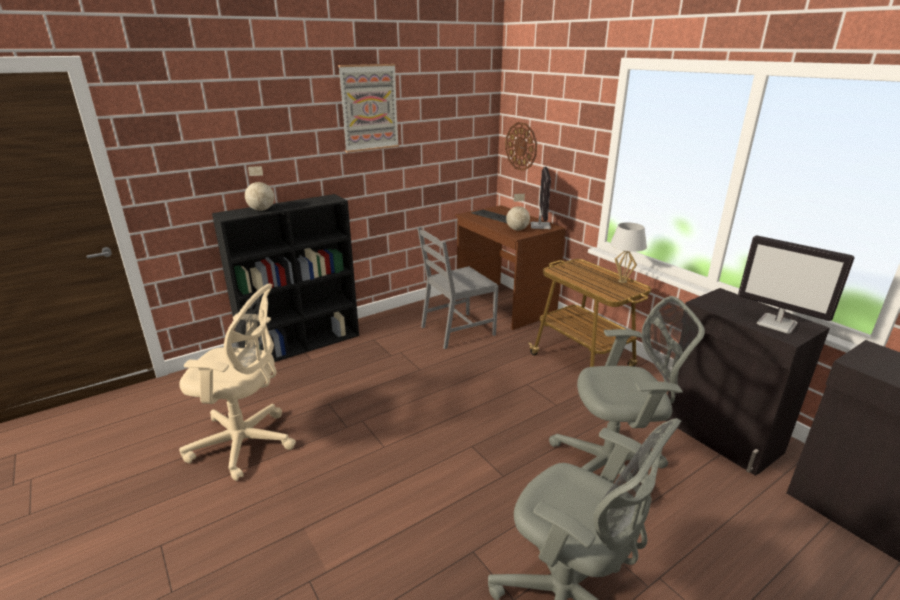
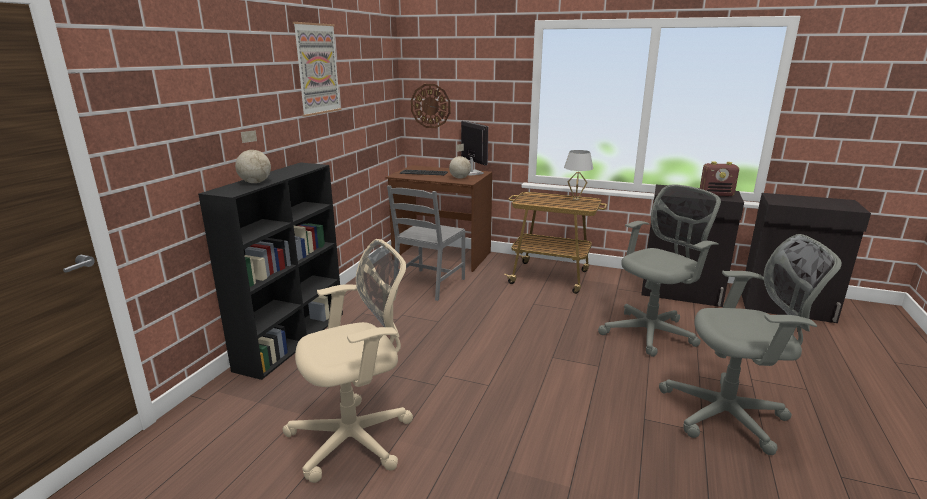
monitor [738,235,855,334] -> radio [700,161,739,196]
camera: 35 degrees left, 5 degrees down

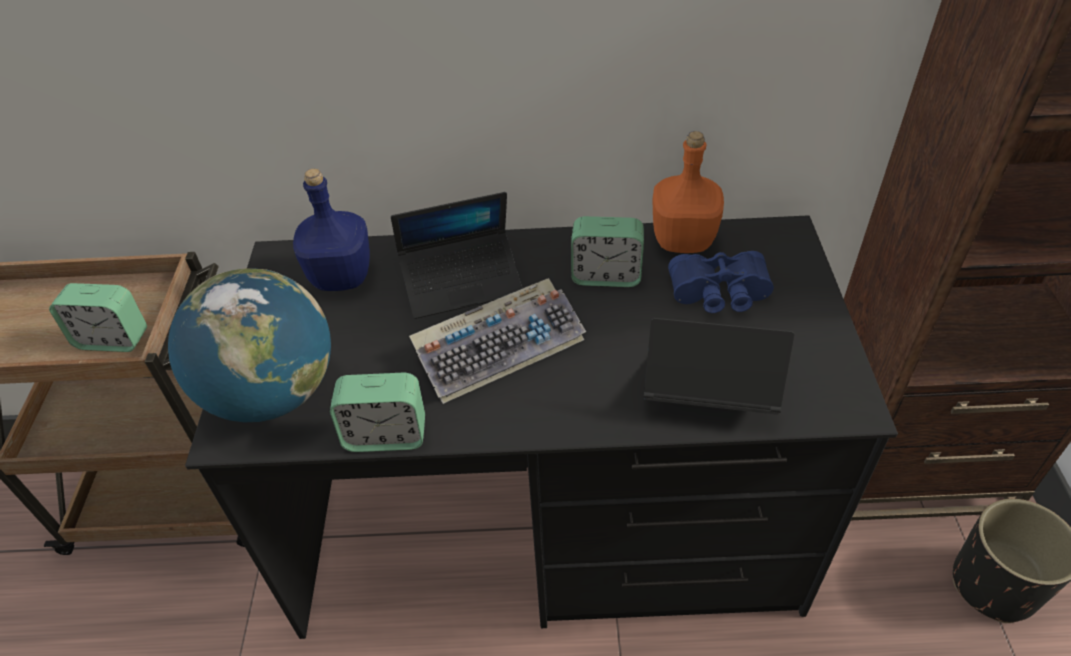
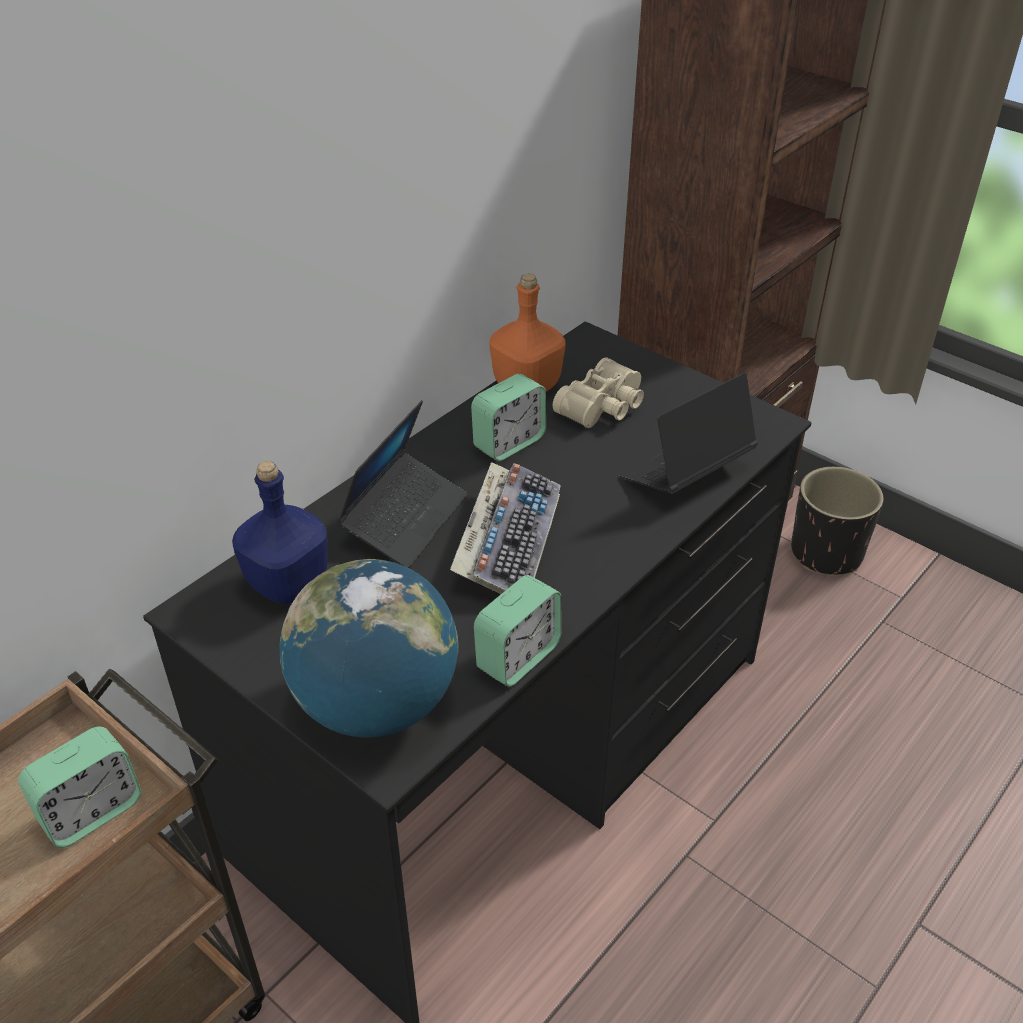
binoculars in blue [668,251,774,313] -> binoculars in beige [553,357,644,428]
camera: 50 degrees left, 5 degrees down

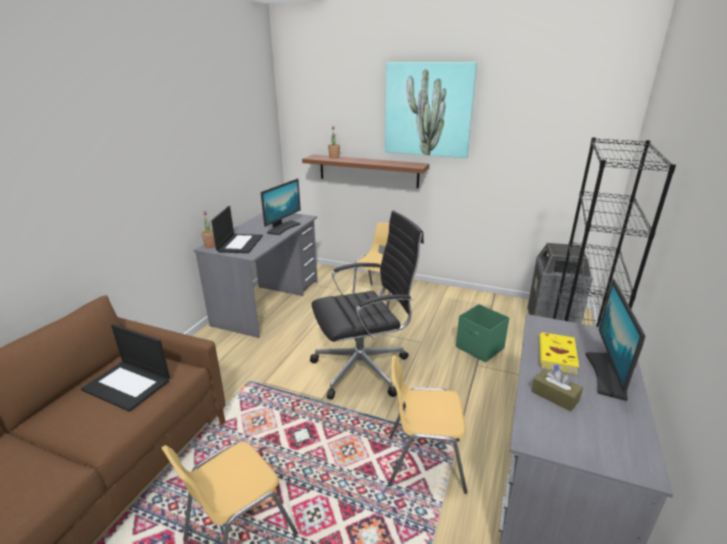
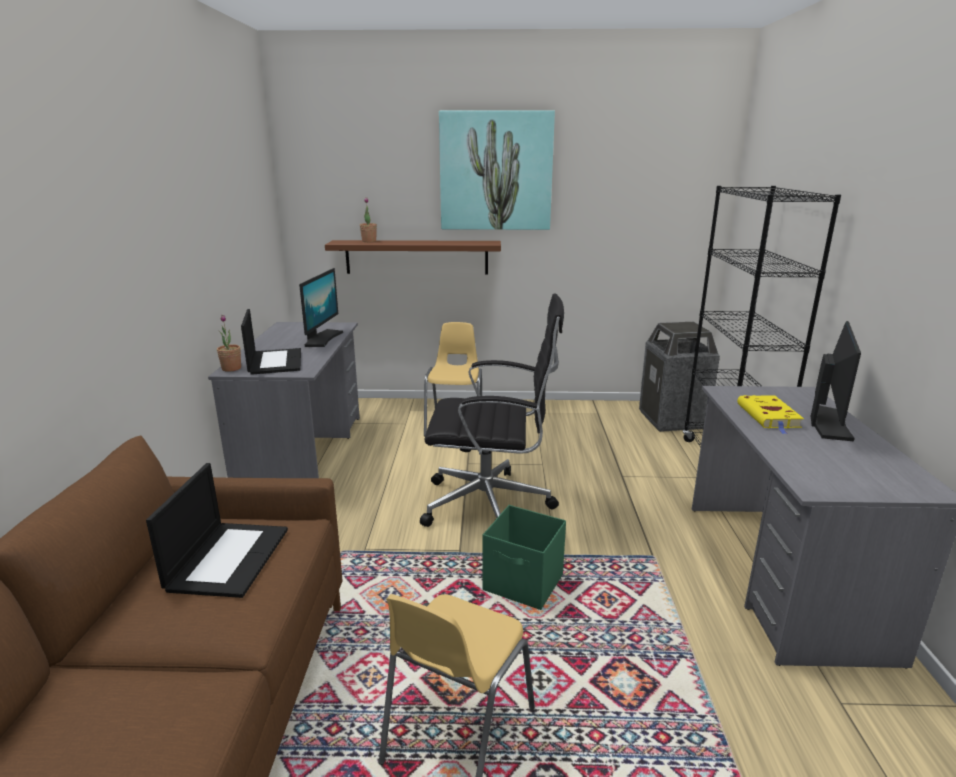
office chair in black [310,210,424,400] -> office chair in black [420,293,564,527], 45 degrees clockwise
monitor [585,279,645,401] -> monitor [811,321,861,441], 150 degrees counterclockwise
storage box in green [456,304,509,363] -> storage box in green [482,505,566,610], moved
laptop [81,324,170,412] -> laptop [146,463,288,598], 90 degrees counterclockwise
chair in yellow [387,355,468,494] -> none
tissue box in brown [532,369,583,412] -> none
camera: 20 degrees left, 5 degrees down

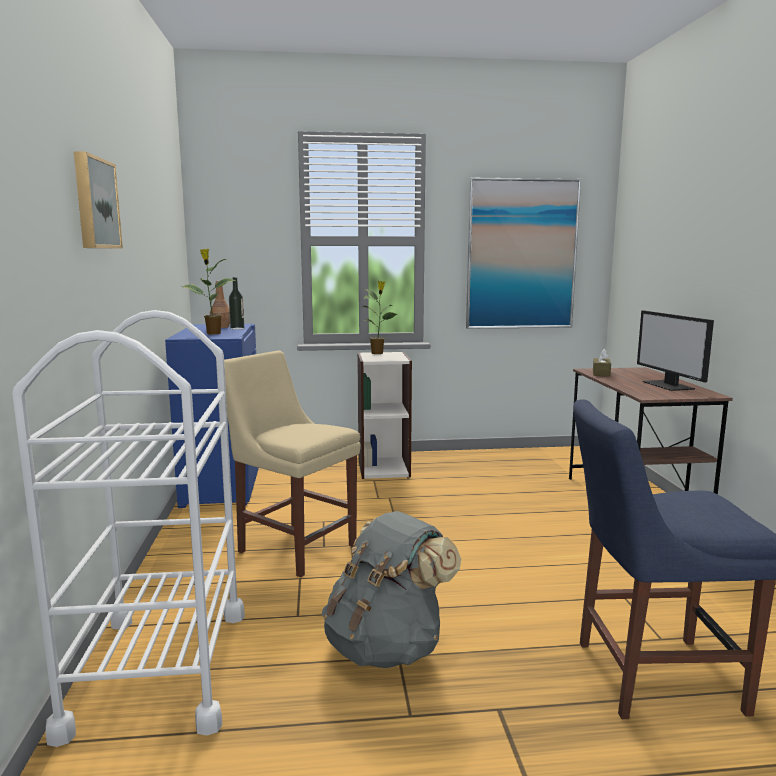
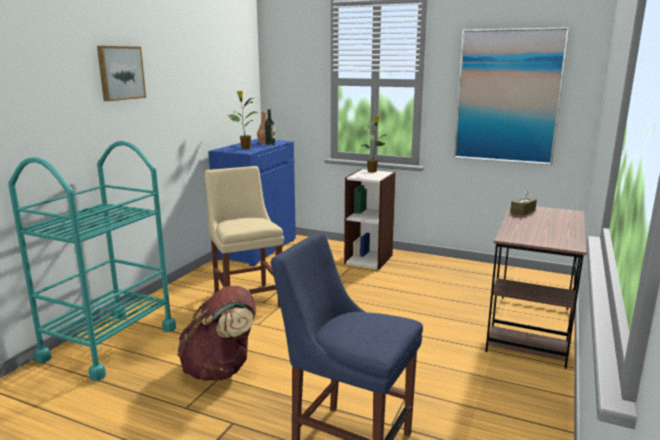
cart in white [12,310,245,747] -> cart in turquoise [8,141,176,381]
monitor [637,310,714,391] -> none
backpack in grey [322,511,461,668] -> backpack in brown [177,286,256,381]
camera: 30 degrees right, 5 degrees up

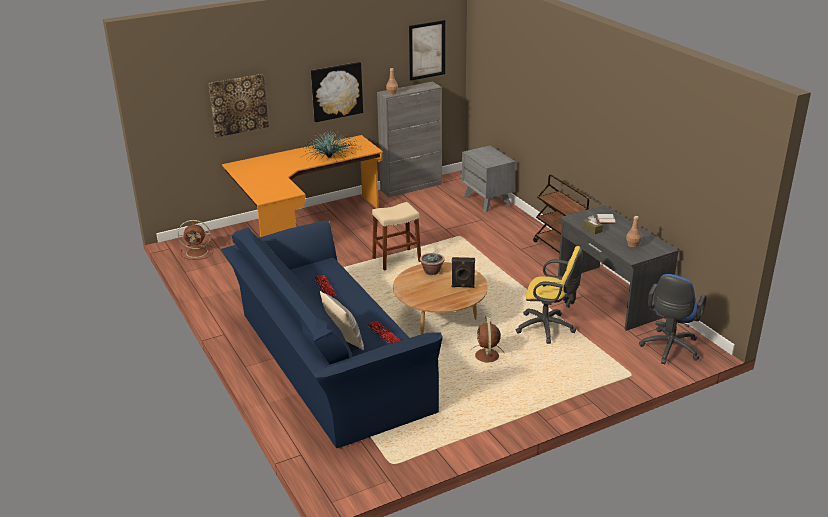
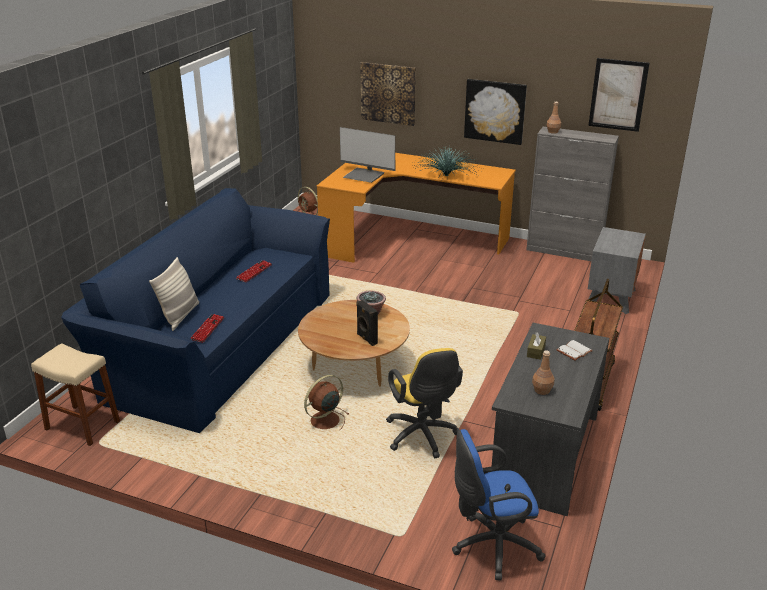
stool in beige [372,202,421,271] -> stool in beige [31,343,120,446], moved
none -> monitor [340,127,396,183]
camera: 50 degrees right, 0 degrees up

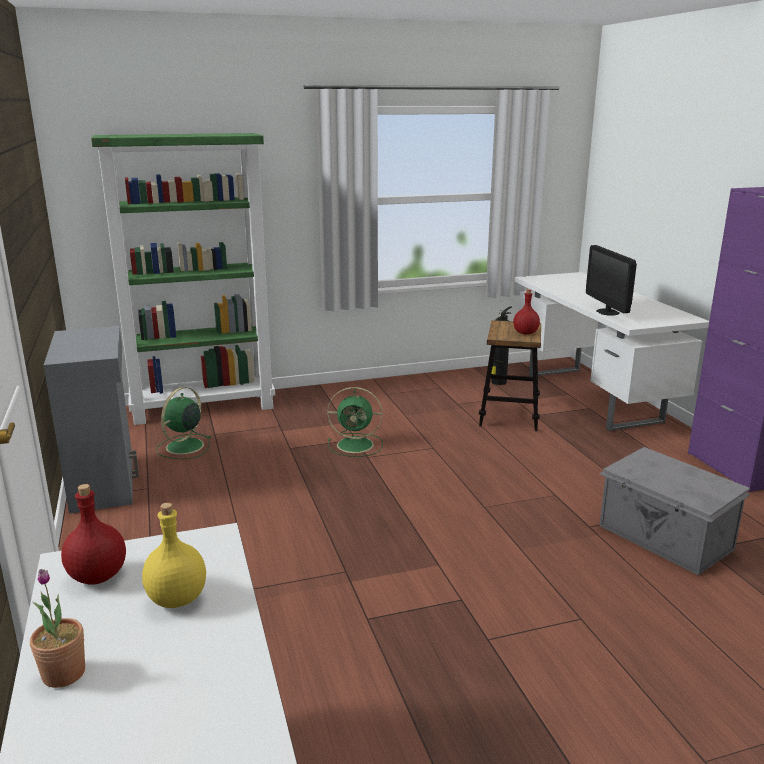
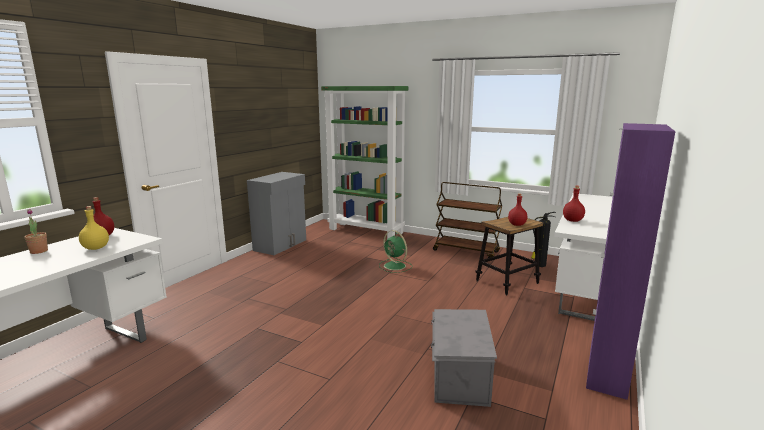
monitor [586,245,637,316] -> bottle in red [563,186,585,222]
fan in green [156,387,211,459] -> none
none -> cart in brown [433,182,502,258]
camera: 45 degrees right, 5 degrees down

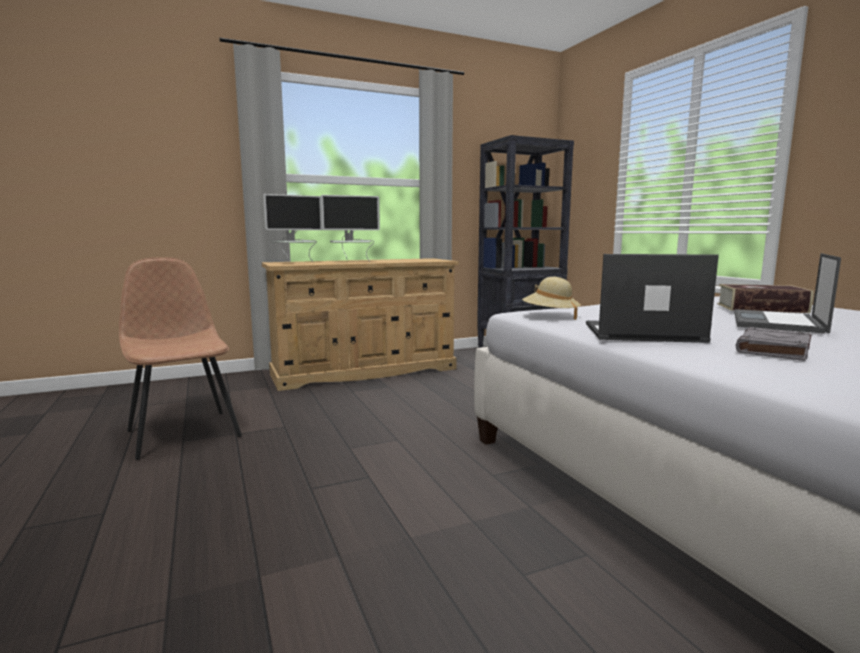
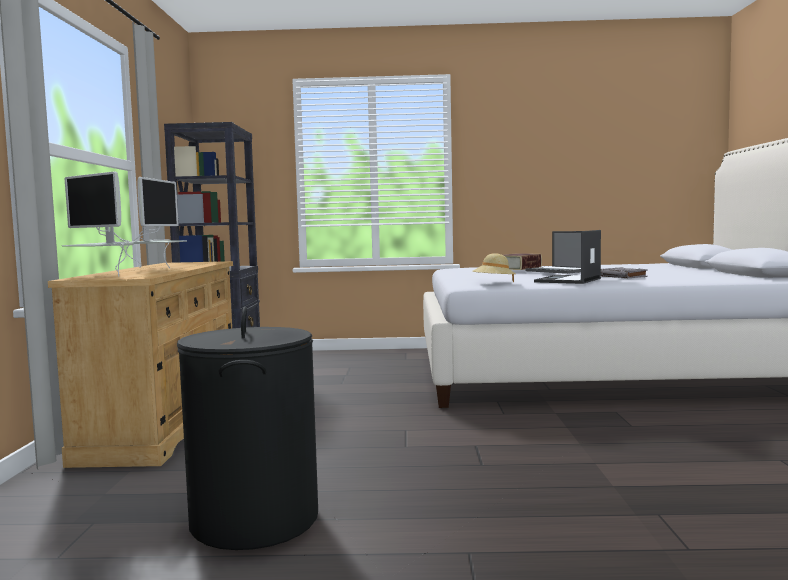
monitor [263,194,322,262] -> monitor [61,171,134,277], 135 degrees clockwise
chair in brown [119,257,242,460] -> laundry basket in black [177,306,318,550]
camera: 65 degrees left, 5 degrees down

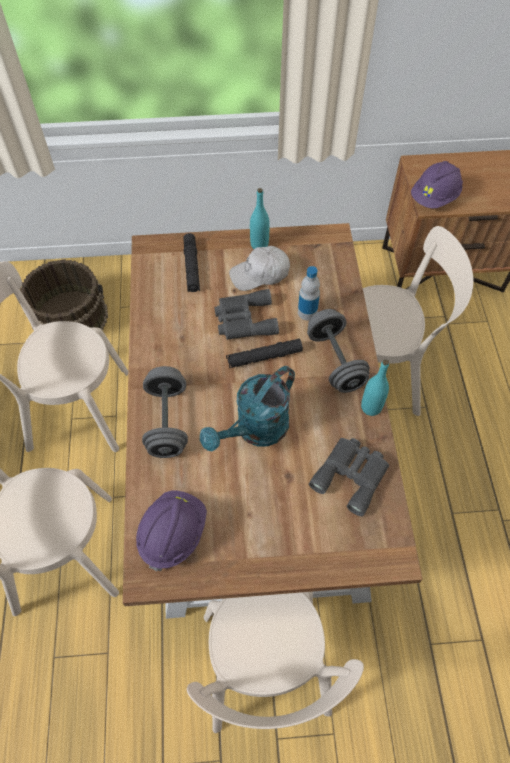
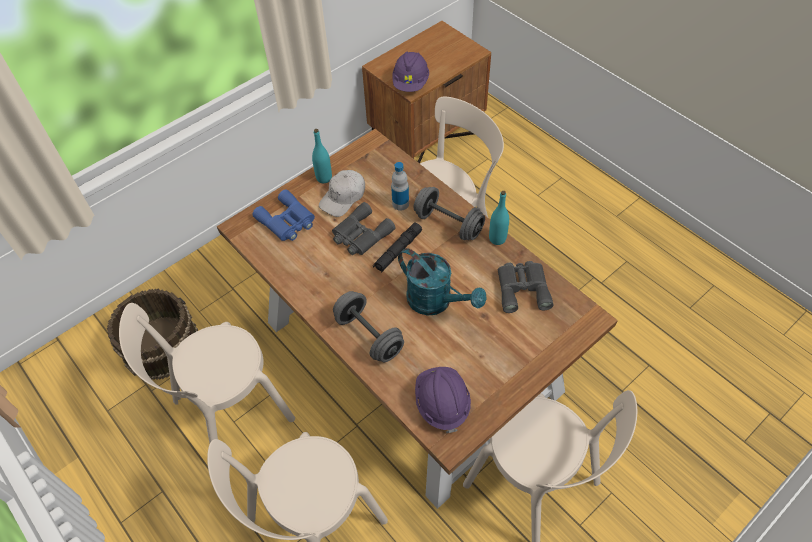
flashlight in black [183,233,200,292] -> binoculars in blue [252,189,315,241]
watering can in turquoise [200,366,295,451] -> watering can in turquoise [398,248,487,316], 60 degrees counterclockwise
camera: 35 degrees left, 5 degrees down

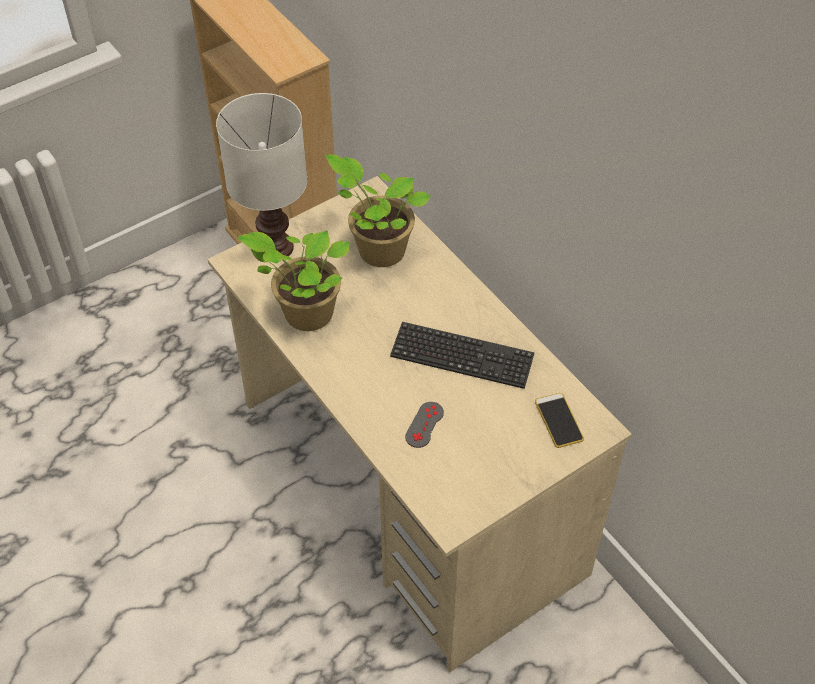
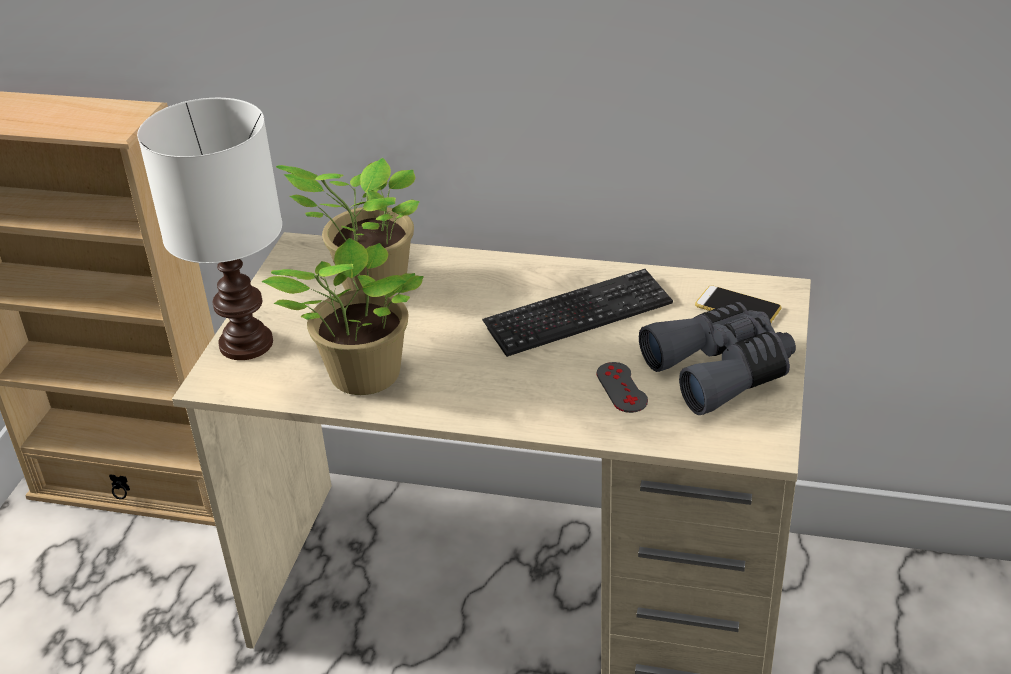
none -> binoculars in grey [639,302,796,415]
camera: 40 degrees left, 15 degrees down

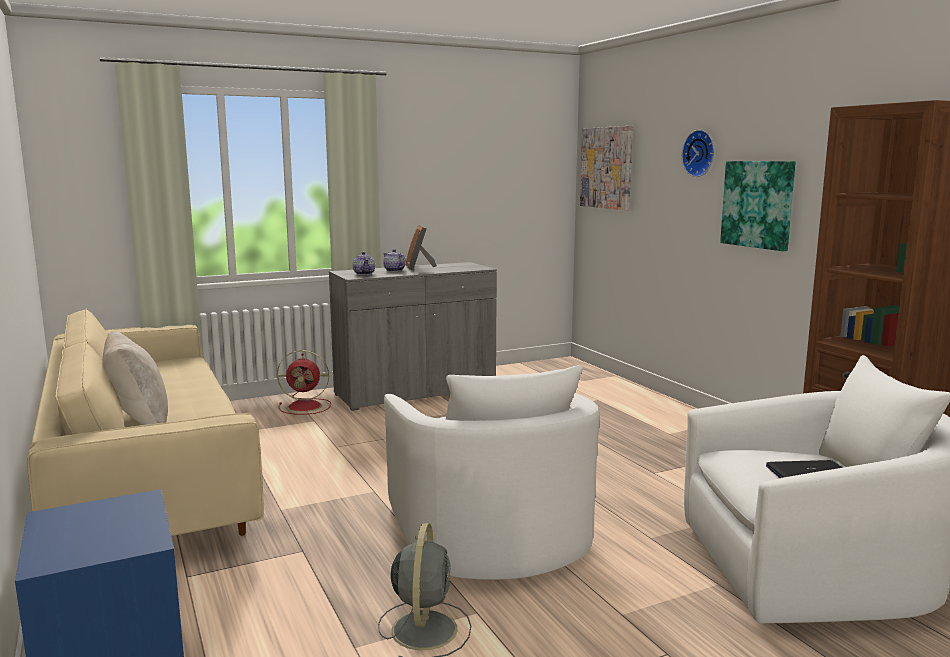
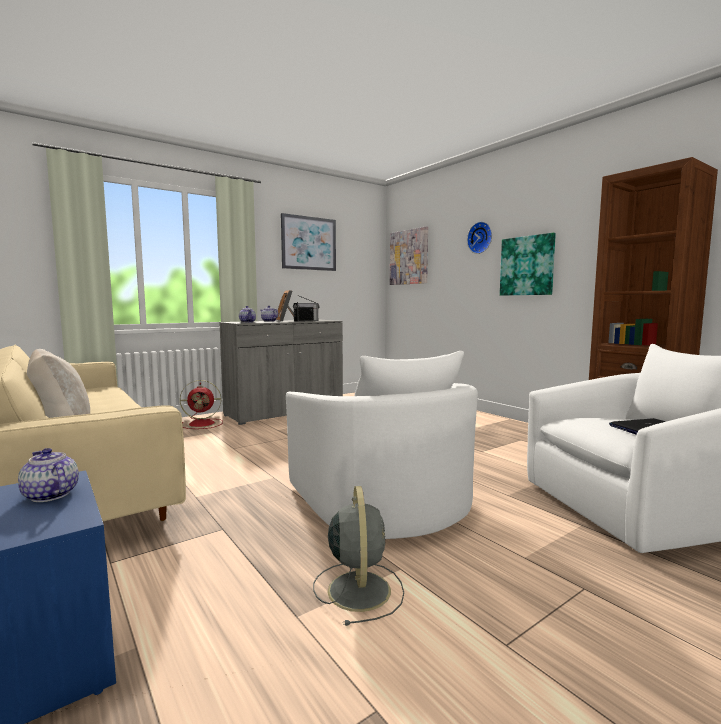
none -> picture [281,213,336,271]
none -> radio [293,295,320,322]
none -> teapot [18,448,79,502]
camera: 10 degrees left, 5 degrees down

